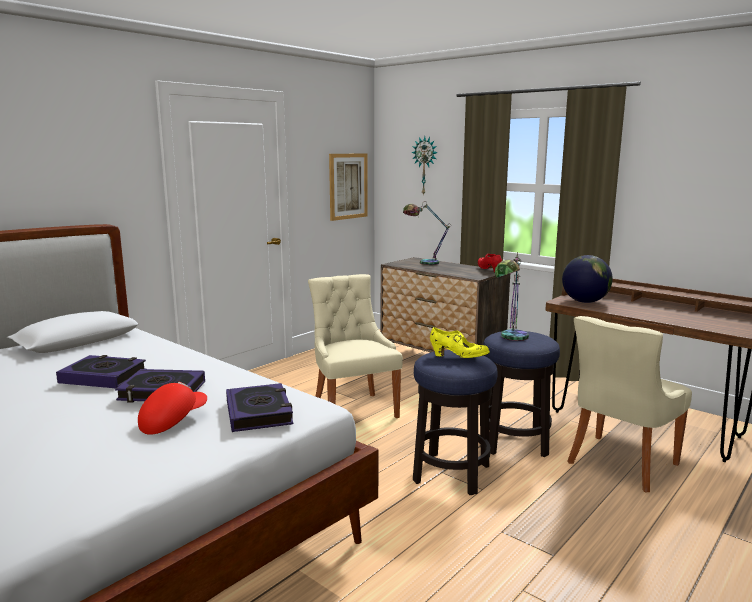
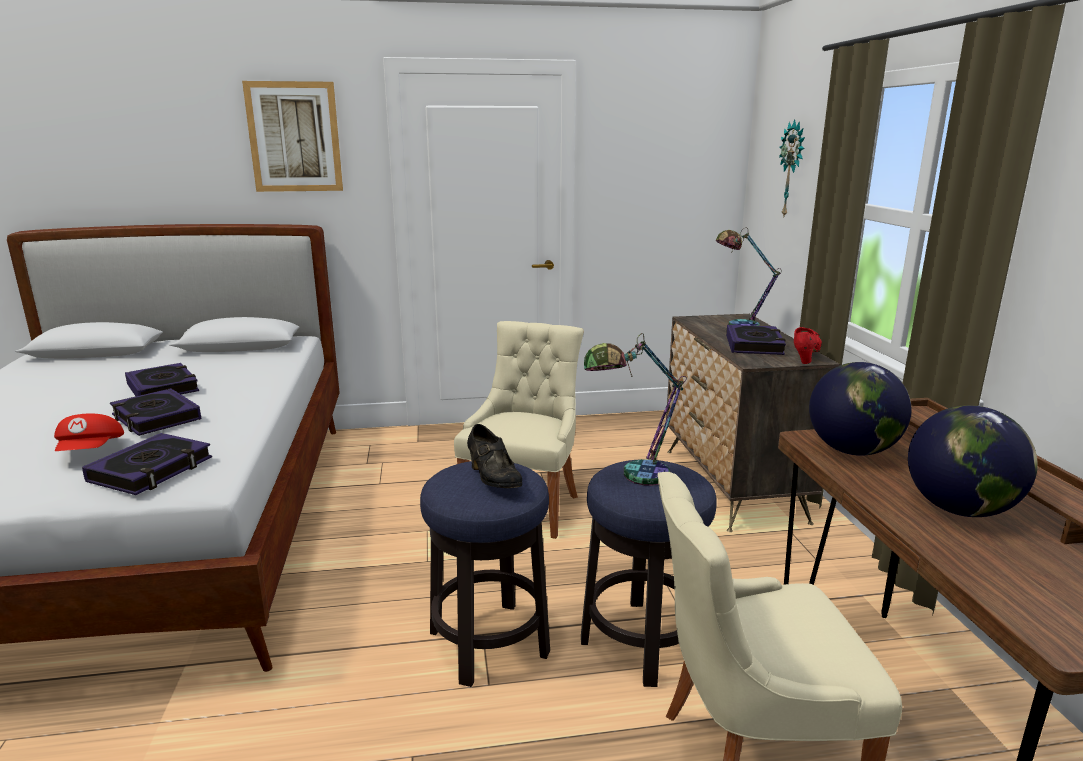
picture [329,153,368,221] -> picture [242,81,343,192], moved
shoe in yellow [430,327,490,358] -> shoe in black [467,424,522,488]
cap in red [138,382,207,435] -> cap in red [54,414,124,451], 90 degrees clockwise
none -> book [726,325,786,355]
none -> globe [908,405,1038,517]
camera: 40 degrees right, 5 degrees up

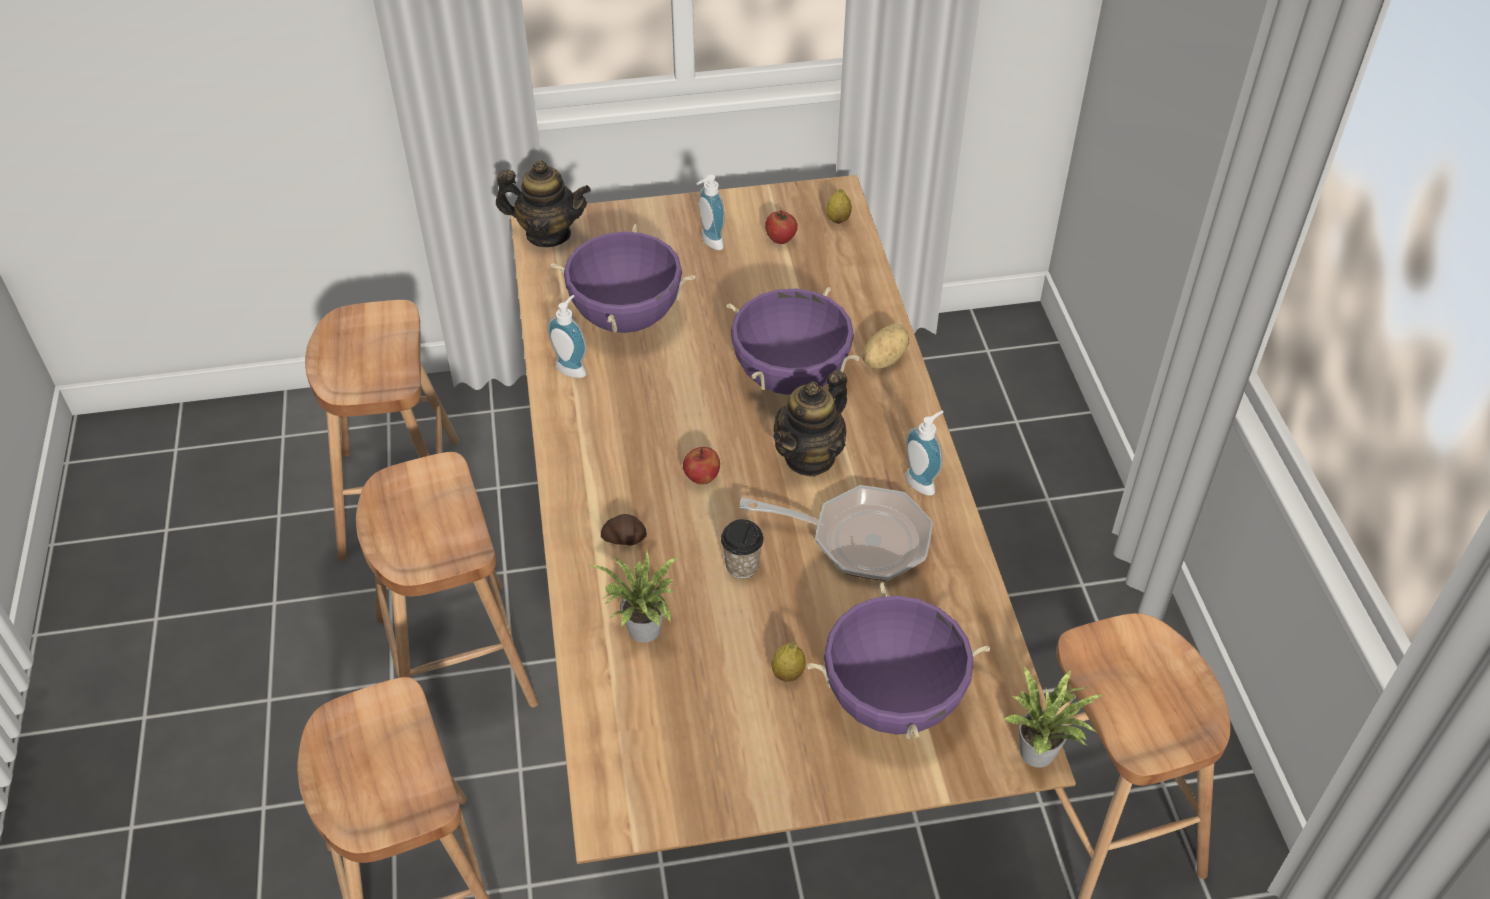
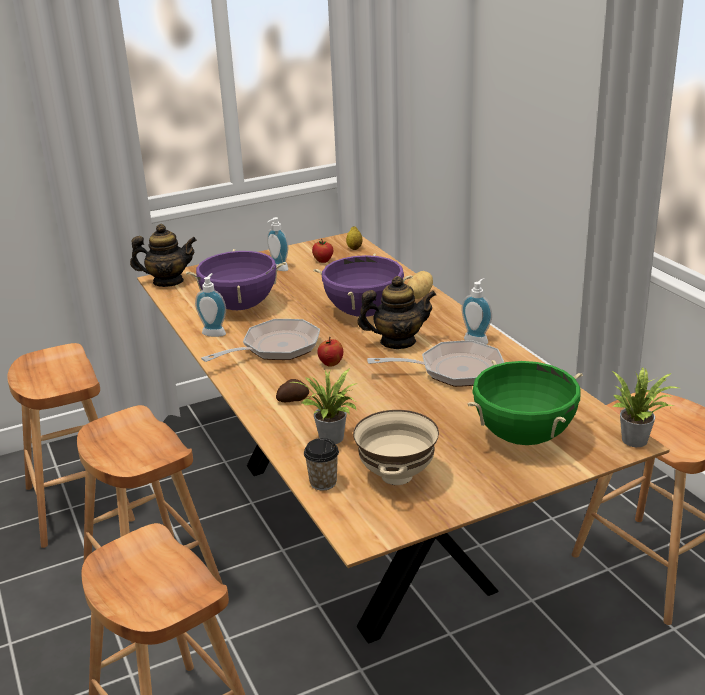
teapot [773,370,847,477] -> teapot [357,276,436,349], 120 degrees counterclockwise
cup [721,519,764,579] -> cup [304,438,339,491], moved
cooking pot in purple [807,582,990,739] -> cooking pot in green [468,360,583,445]
lemon [771,642,806,682] -> none
none -> frying pan [201,319,320,362]
none -> bowl in beige [353,410,439,485]
camera: 15 degrees left, 20 degrees down

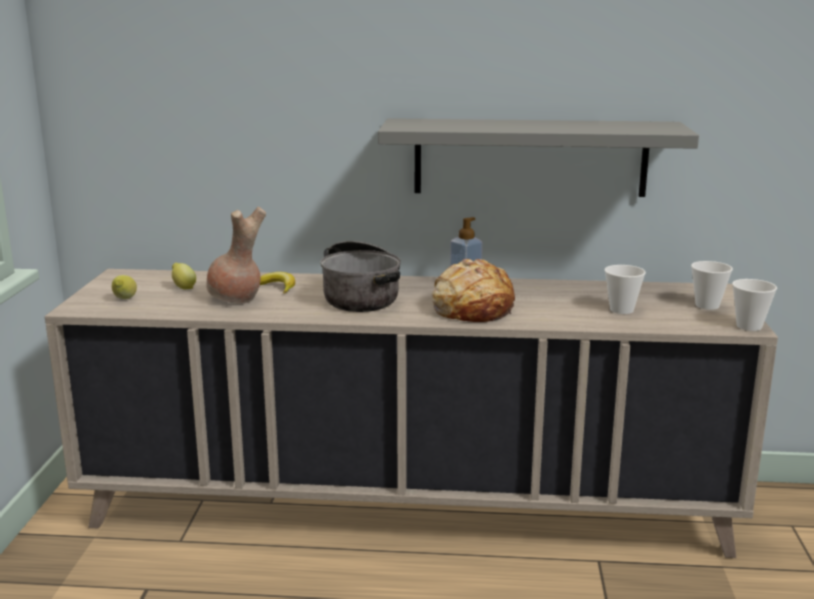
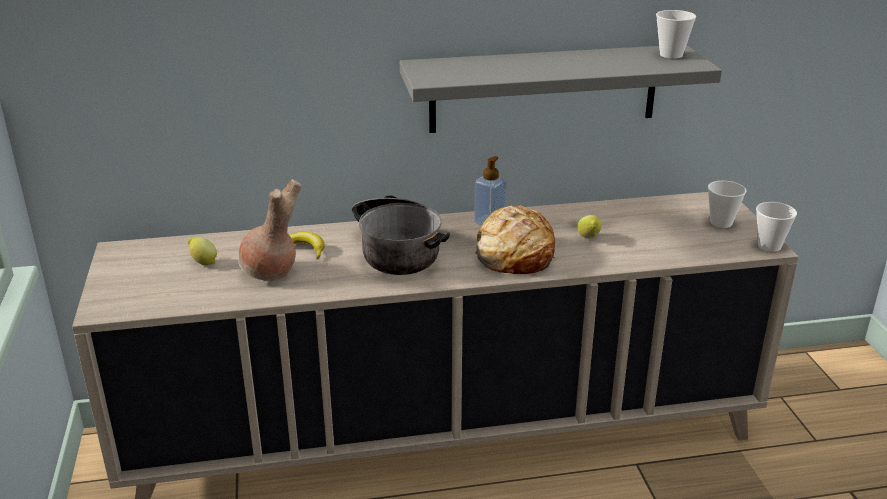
cup [604,265,646,314] -> cup [656,10,696,59], moved
lemon [112,275,137,299] -> lemon [578,215,602,238], moved
camera: 15 degrees left, 10 degrees up

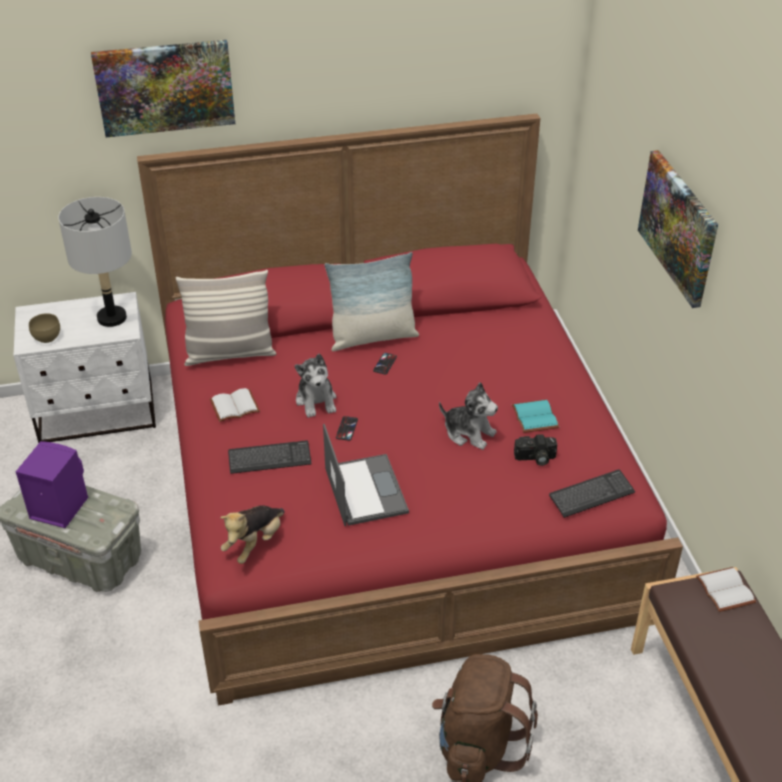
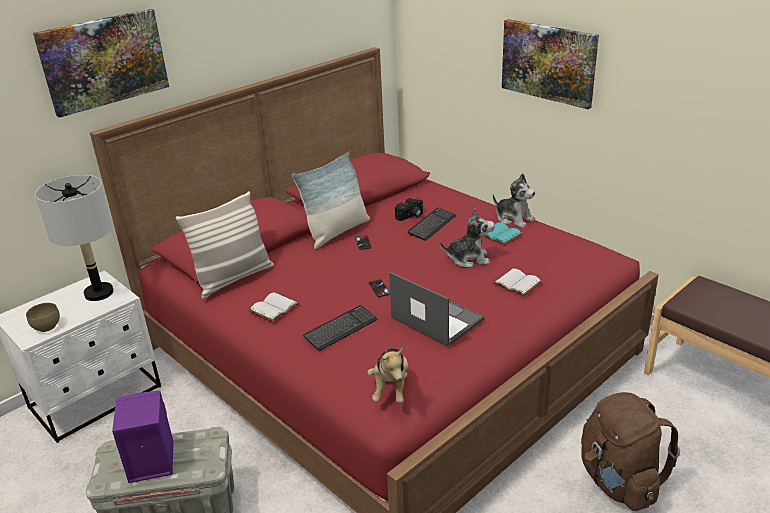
plush toy [295,354,336,418] -> plush toy [493,173,535,228], moved
photo camera [514,434,557,466] -> photo camera [395,198,423,221], moved
keyboard [549,470,635,518] -> keyboard [407,208,456,241], moved
book in white [696,567,756,612] -> book in white [493,268,543,296], moved
camera: 30 degrees left, 10 degrees down

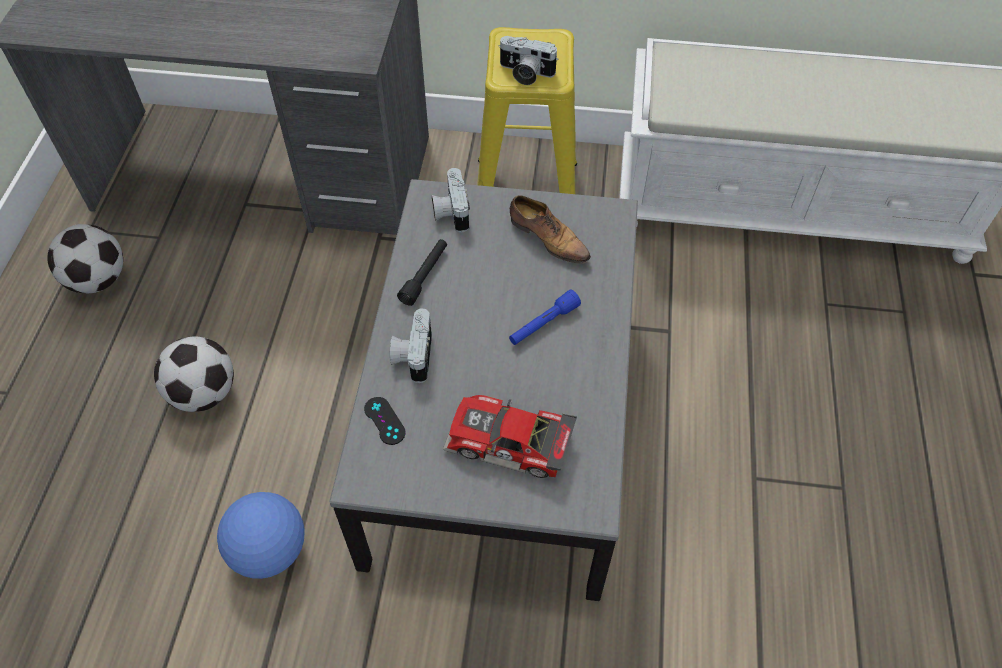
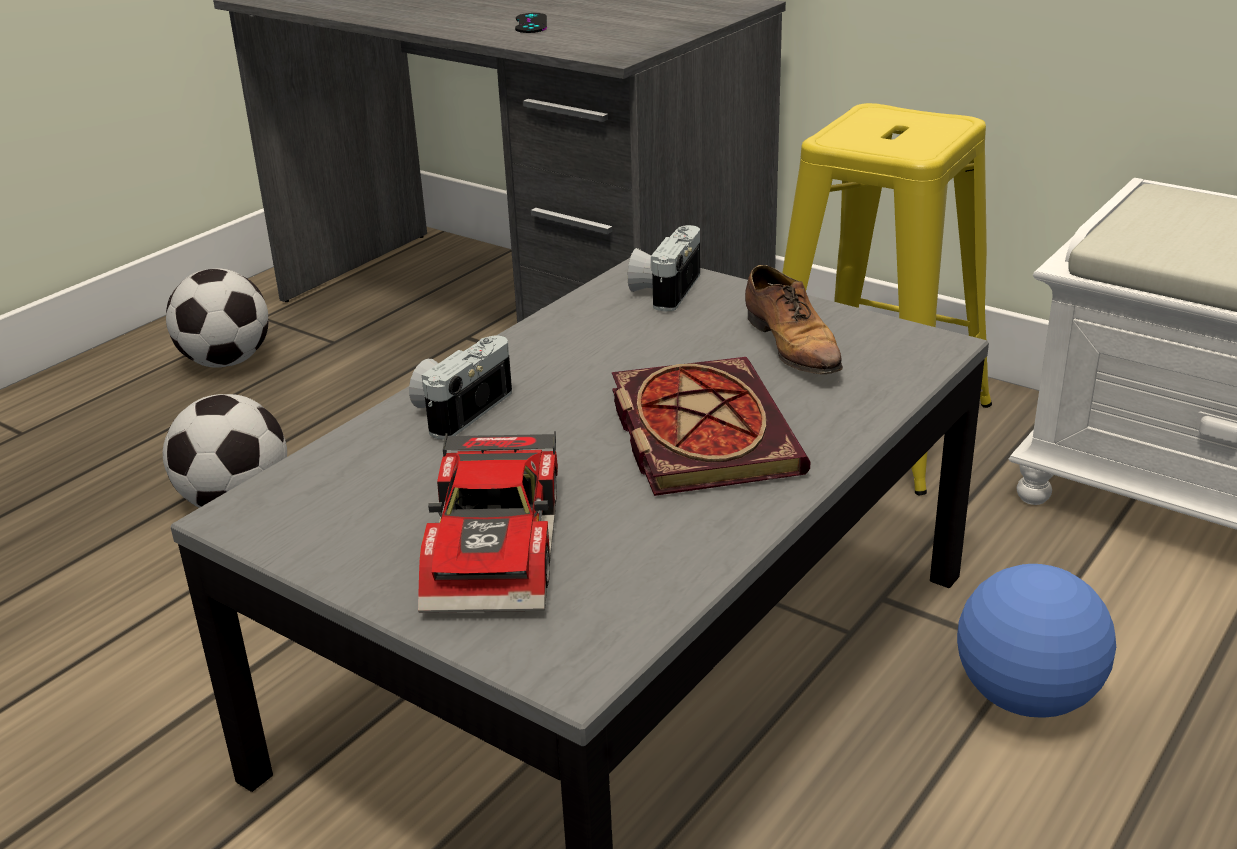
photo camera [499,36,558,85] -> none
flashlight in black [397,239,447,306] -> none
flashlight in blue [509,290,581,345] -> book [612,357,810,496]
toy car [443,395,577,478] -> toy car [418,431,558,613], 135 degrees counterclockwise
game controller in black [364,397,406,445] -> game controller in black [515,13,547,33], moved
football [217,492,305,579] -> football [957,564,1116,718], moved
camera: 30 degrees right, 25 degrees down

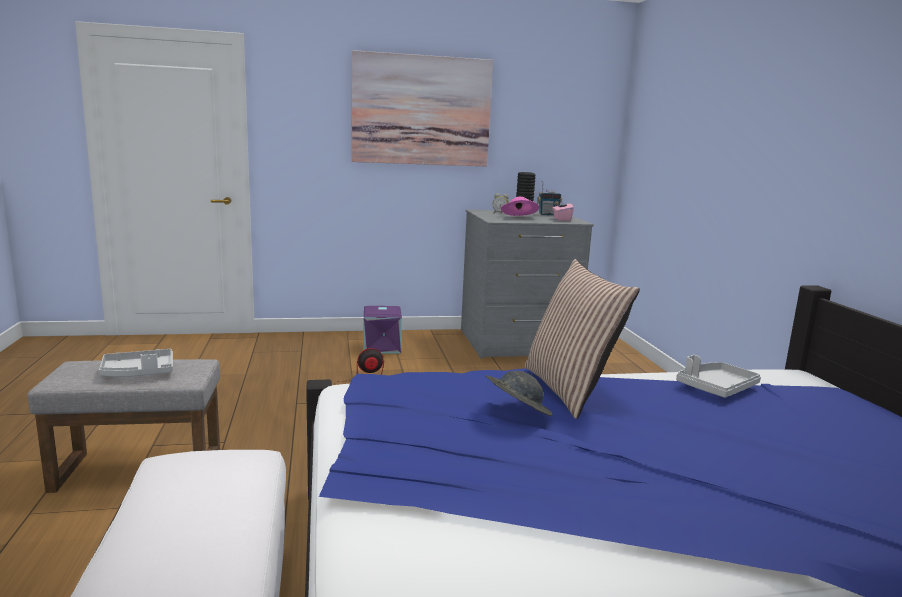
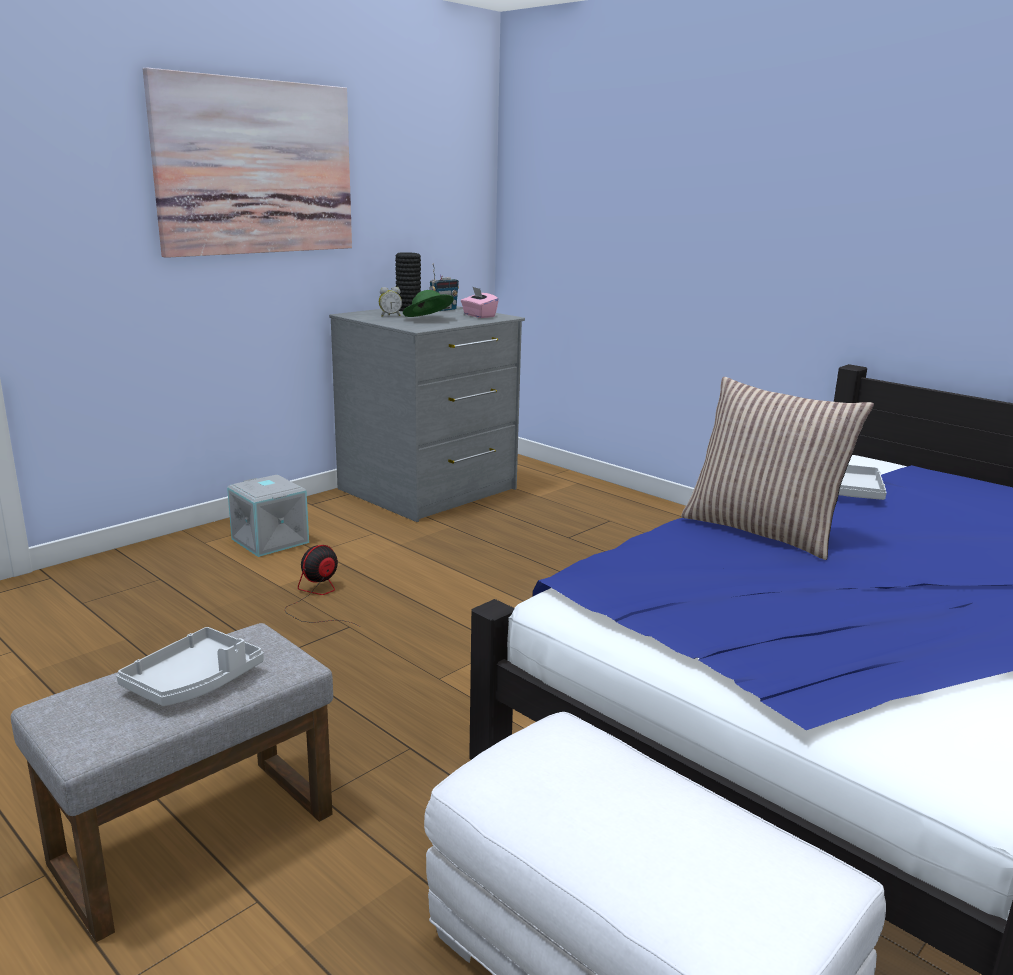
hat in pink [501,197,539,216] -> hat in green [403,290,454,317]
storage box in purple [363,306,402,353] -> storage box in grey [227,475,309,557]
hat in grey [485,371,553,416] -> none
camera: 35 degrees left, 5 degrees up

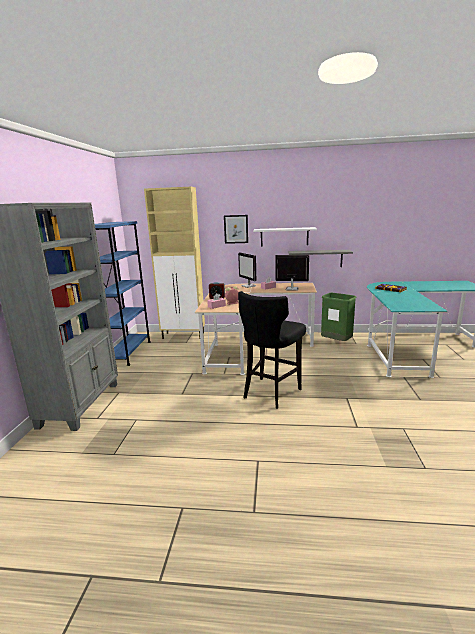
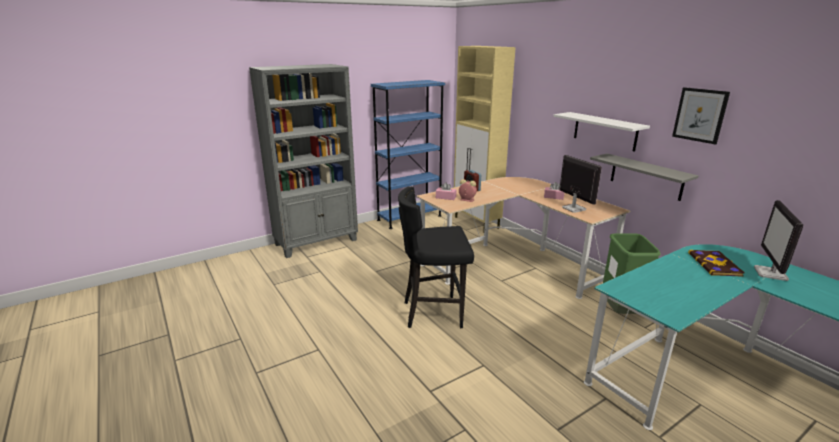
picture [224,215,248,244] -> picture [672,87,730,145], moved
monitor [238,253,256,288] -> monitor [754,200,803,281], moved
camera: 50 degrees right, 5 degrees up

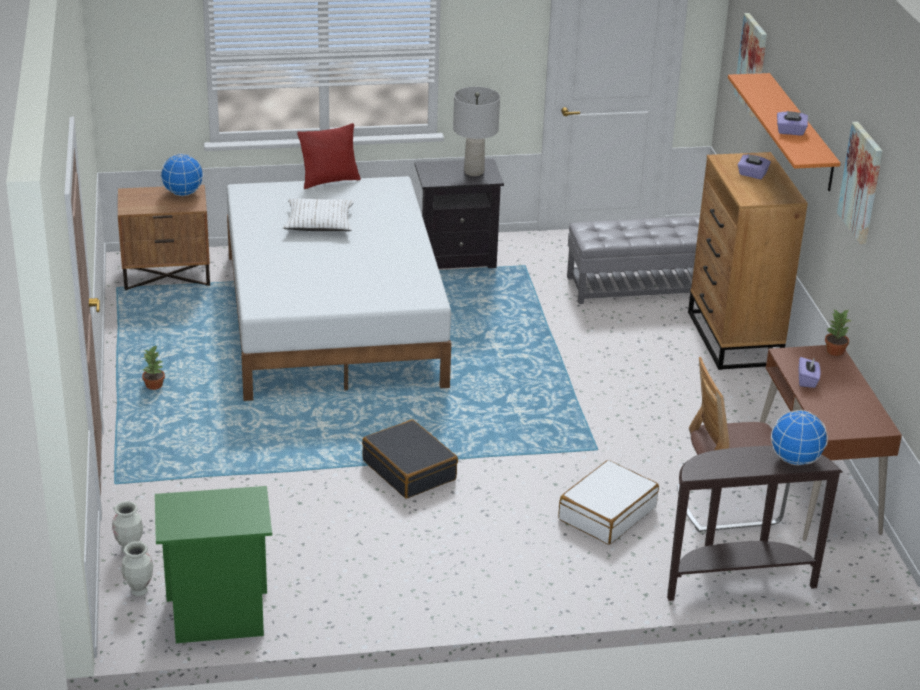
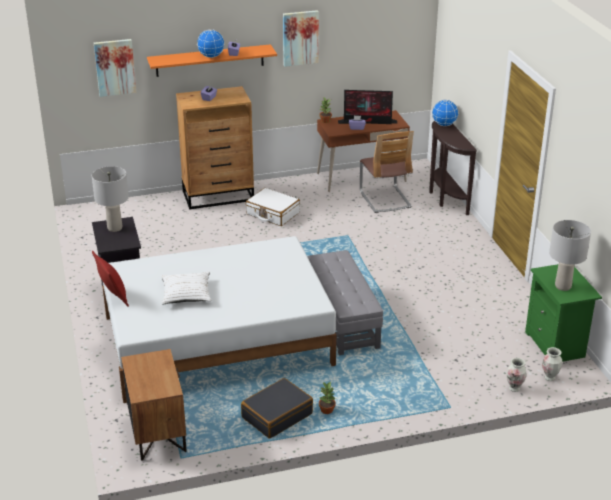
globe [160,153,204,196] -> globe [197,29,225,58], moved
ottoman in grey [567,216,700,304] -> ottoman in grey [307,250,383,355], moved
suitcase in black [362,419,458,499] -> suitcase in black [241,378,313,439], moved
suitcase in white [558,460,659,545] -> suitcase in white [246,188,300,226], moved
none -> monitor [338,90,397,124]
none -> table lamp in grey [549,220,591,291]
camera: 95 degrees left, 0 degrees up

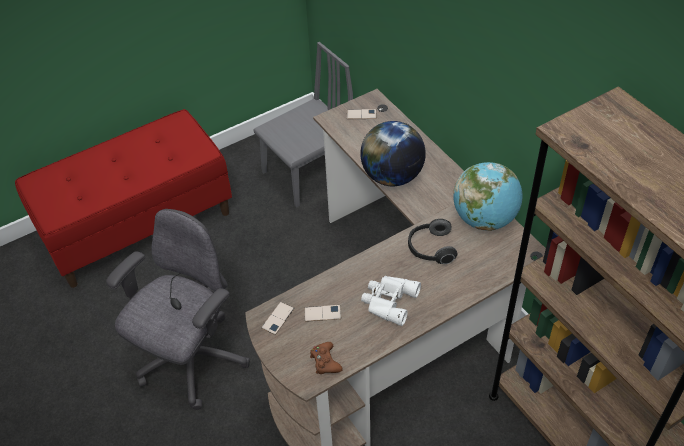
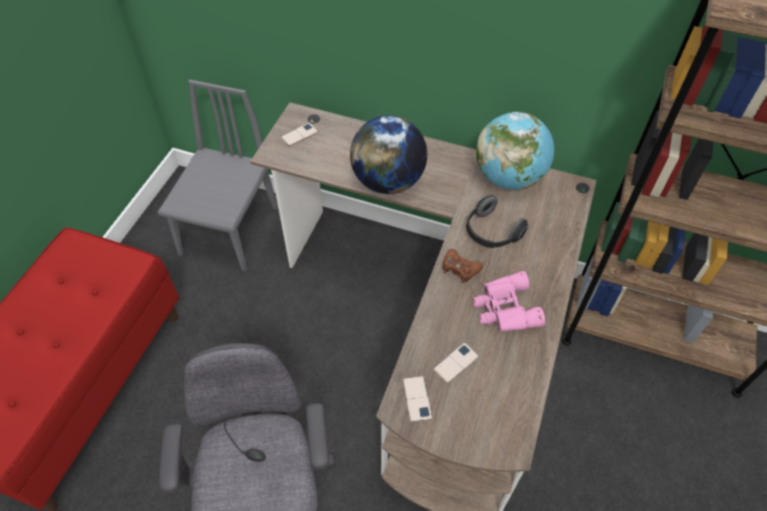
binoculars in white [361,276,421,326] -> binoculars in pink [473,271,545,331]
game controller in brown [310,342,343,374] -> game controller in brown [443,249,483,283], moved
camera: 40 degrees left, 5 degrees up

